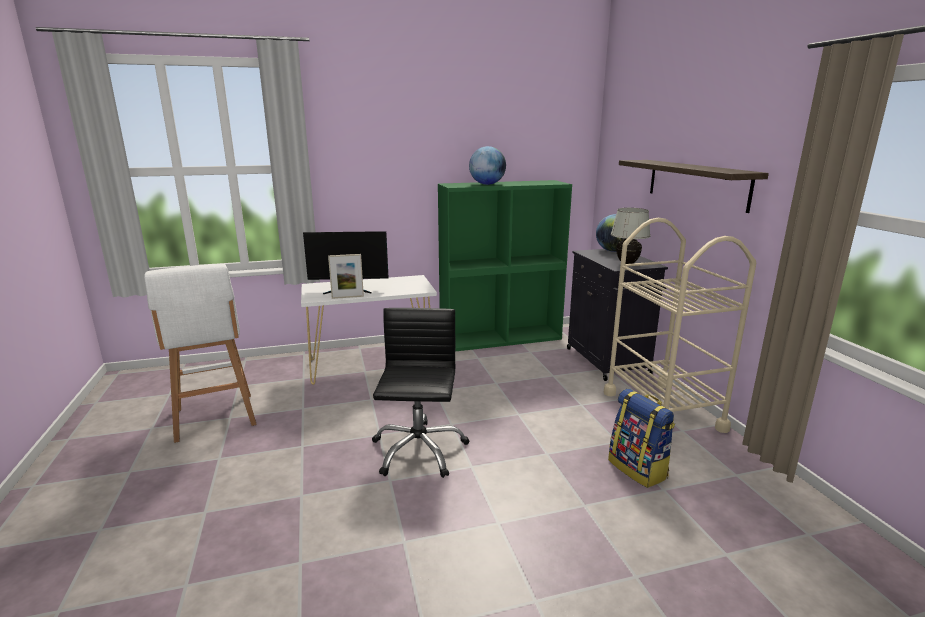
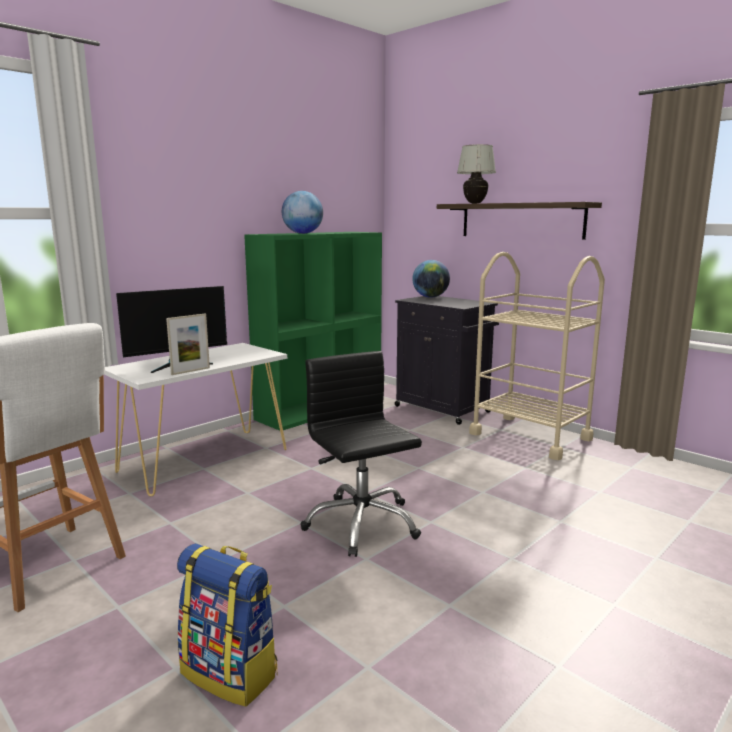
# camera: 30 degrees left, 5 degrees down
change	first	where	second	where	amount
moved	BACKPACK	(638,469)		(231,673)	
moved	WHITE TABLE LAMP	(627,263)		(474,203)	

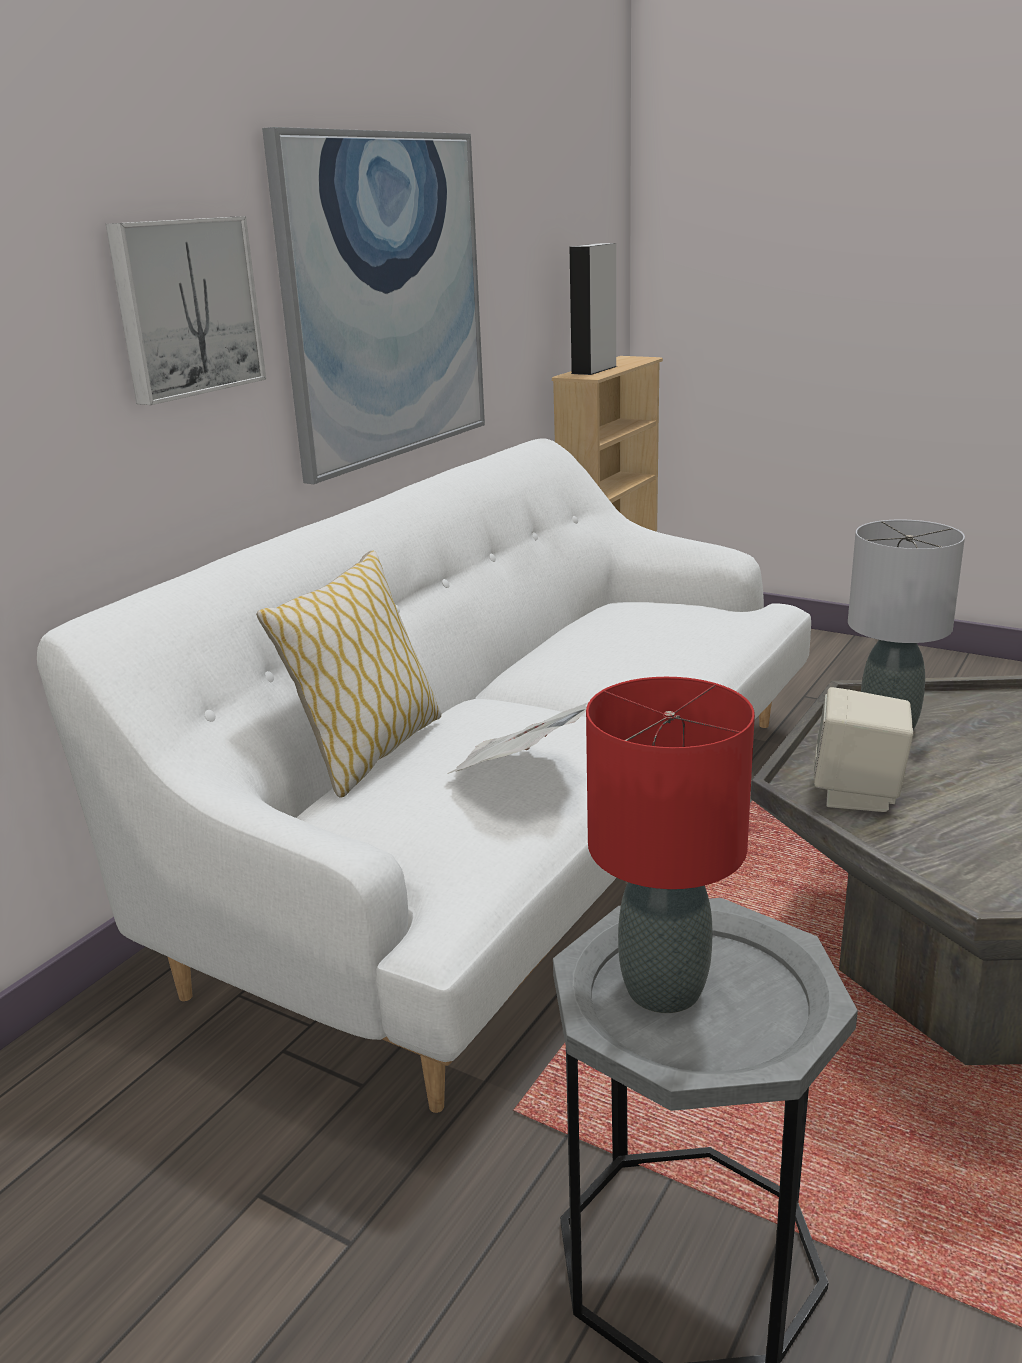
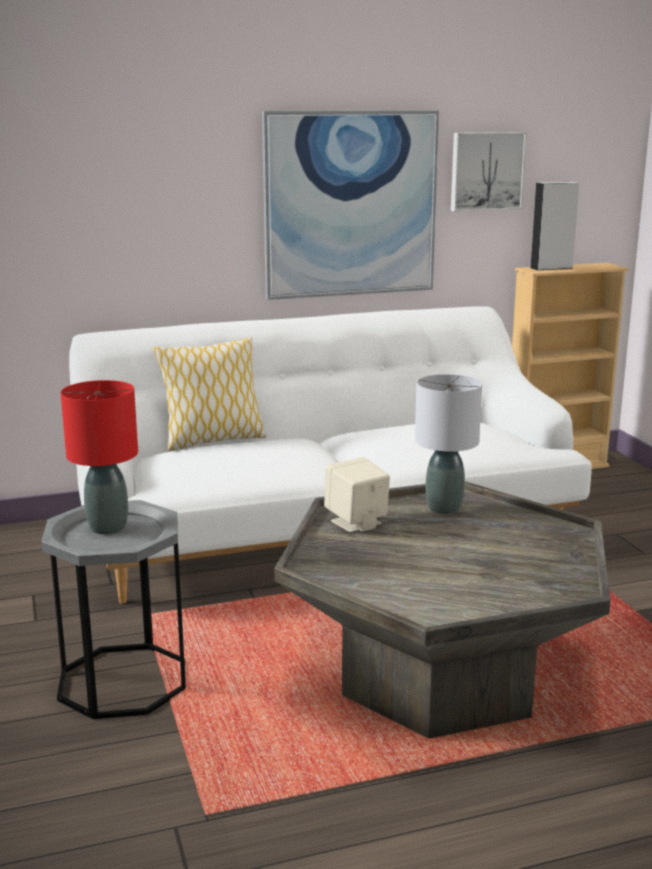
# camera: 40 degrees right, 5 degrees down
change	first	where	second	where	amount
removed	NEWSPAPER	(519,773)			
moved	PICTURE	(185,307)		(486,171)	

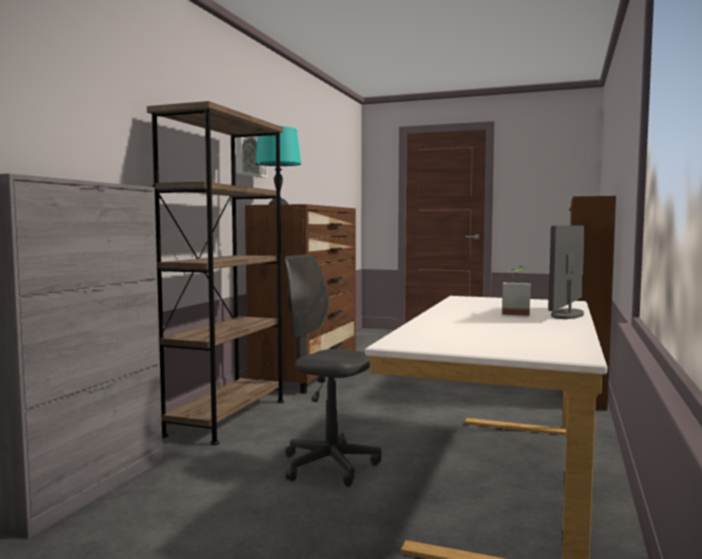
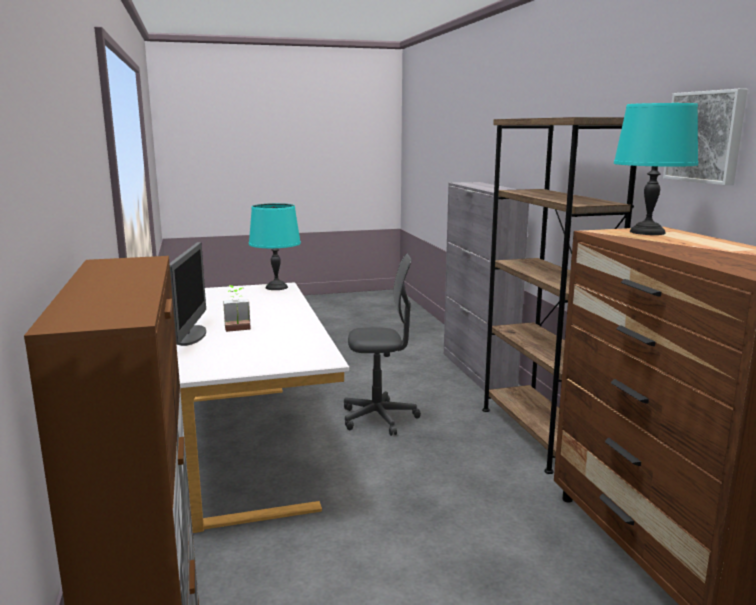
# camera: 145 degrees right, 10 degrees up
change	first	where	second	where	amount
added			TURQUOISE TABLE LAMP	(276,287)	

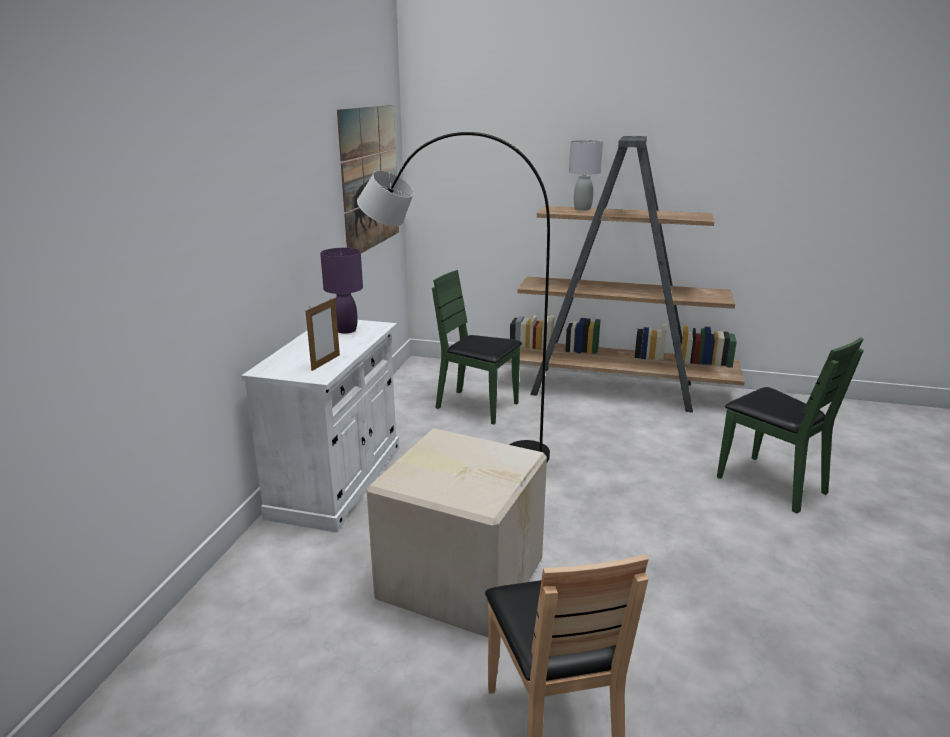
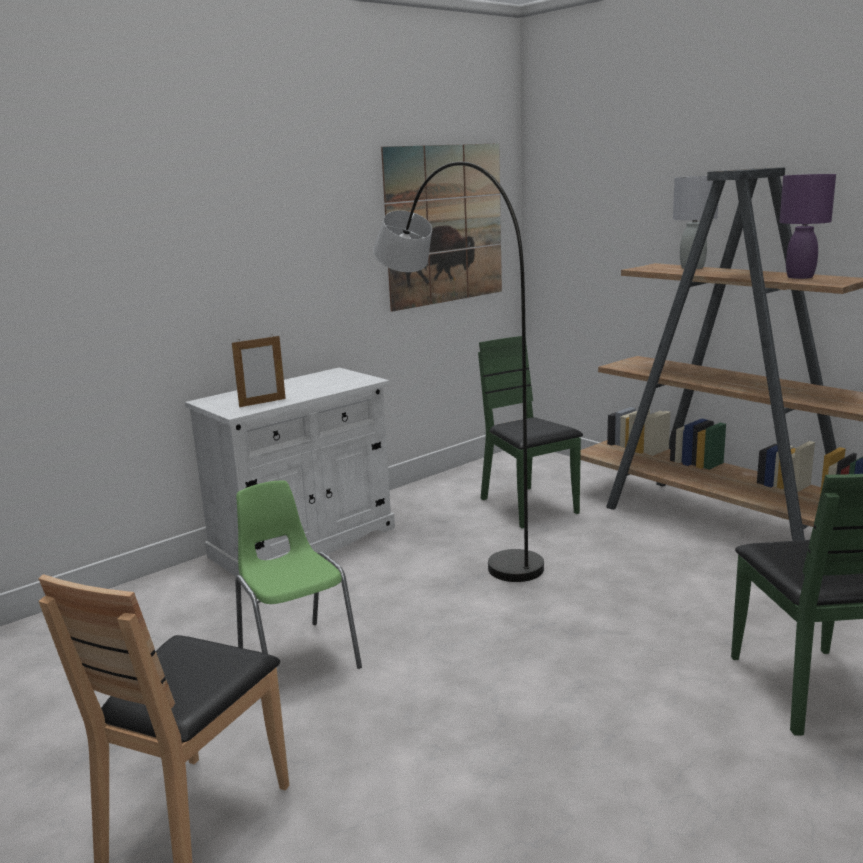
# camera: 35 degrees right, 5 degrees down
change	first	where	second	where	amount
moved	PURPLE TABLE LAMP	(346,330)		(800,277)	
replaced	CARDBOARD BOX	(460,577)	GREEN CHAIR	(297,657)	

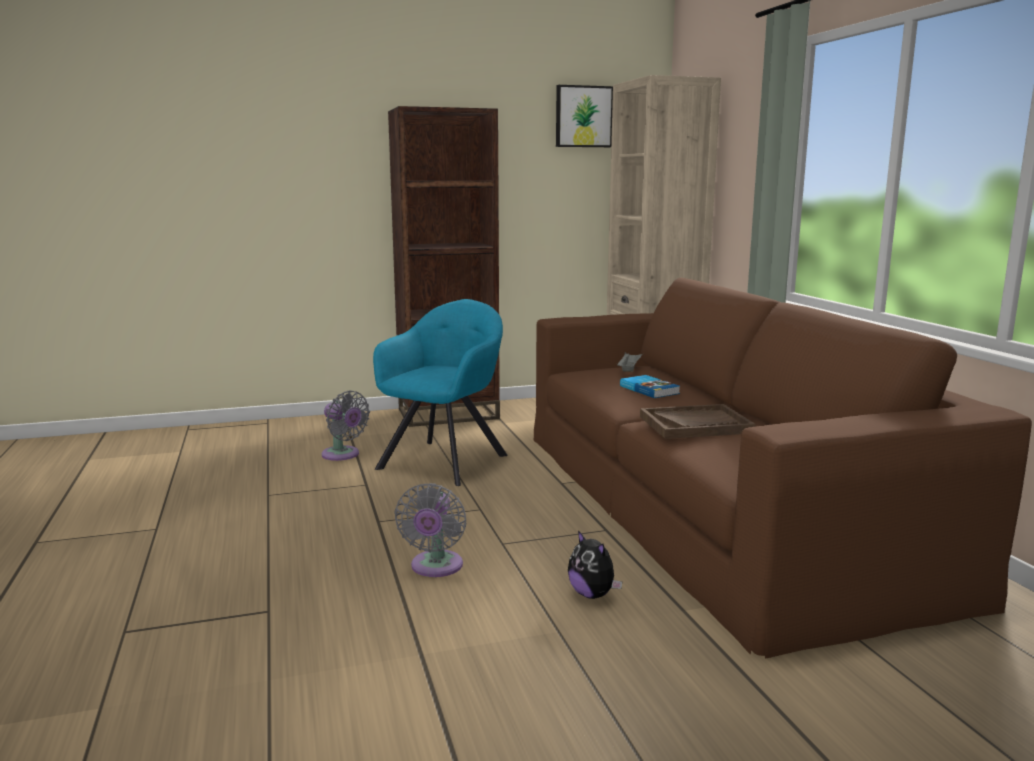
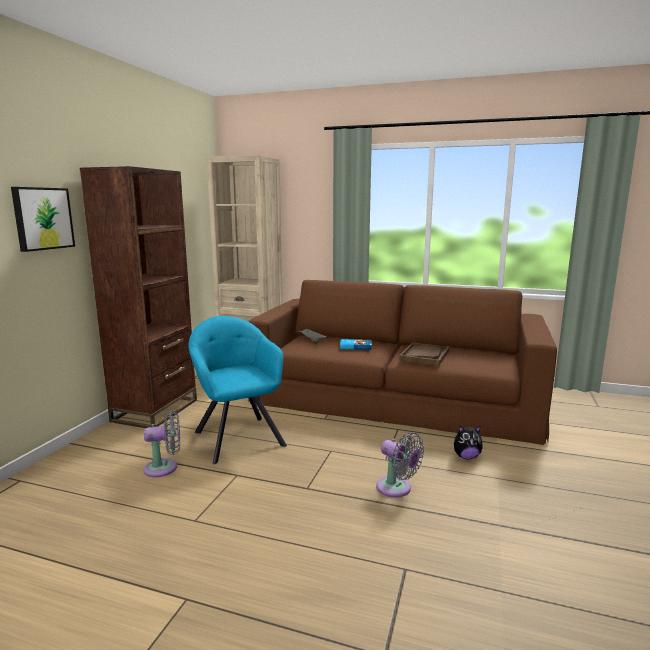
# camera: 55 degrees left, 0 degrees up
change	first	where	second	where	amount
moved	PICTURE	(583,116)		(42,218)	

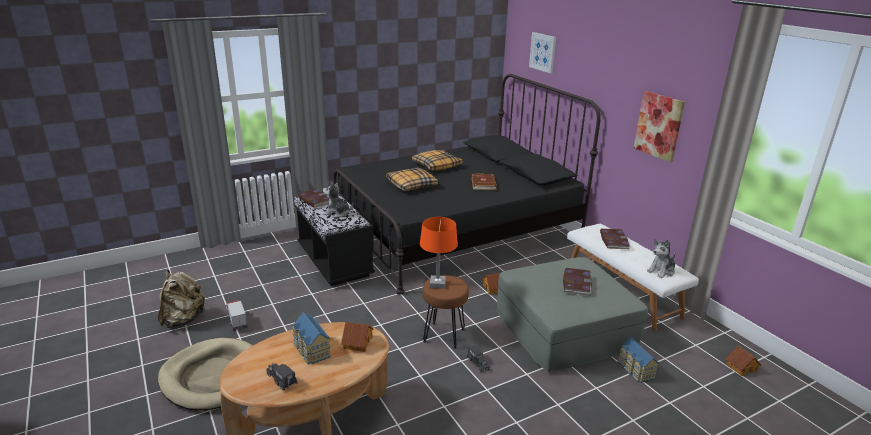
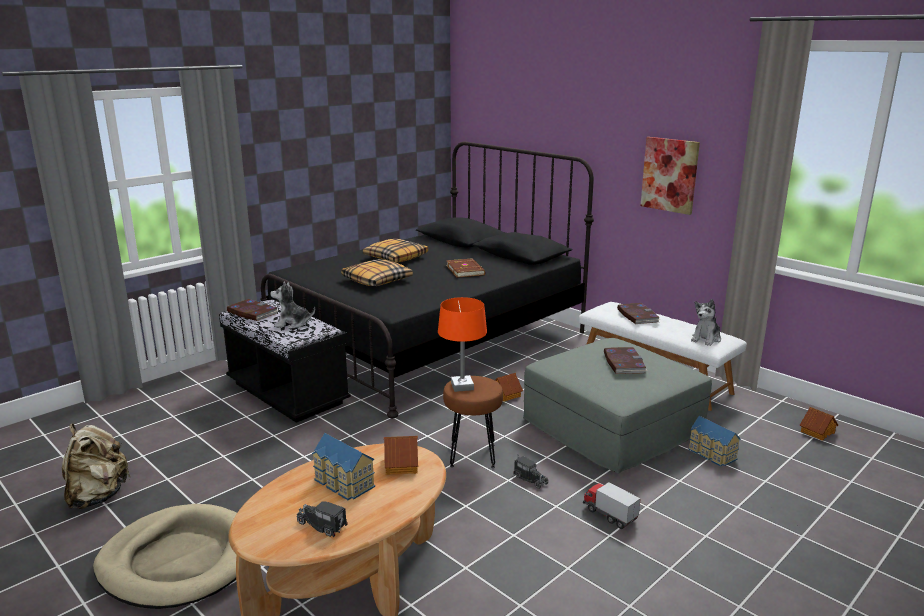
# camera: 15 degrees left, 5 degrees down
change	first	where	second	where	amount
removed	PICTURE	(543,52)			
moved	TOY TRUCK	(237,321)		(609,515)	

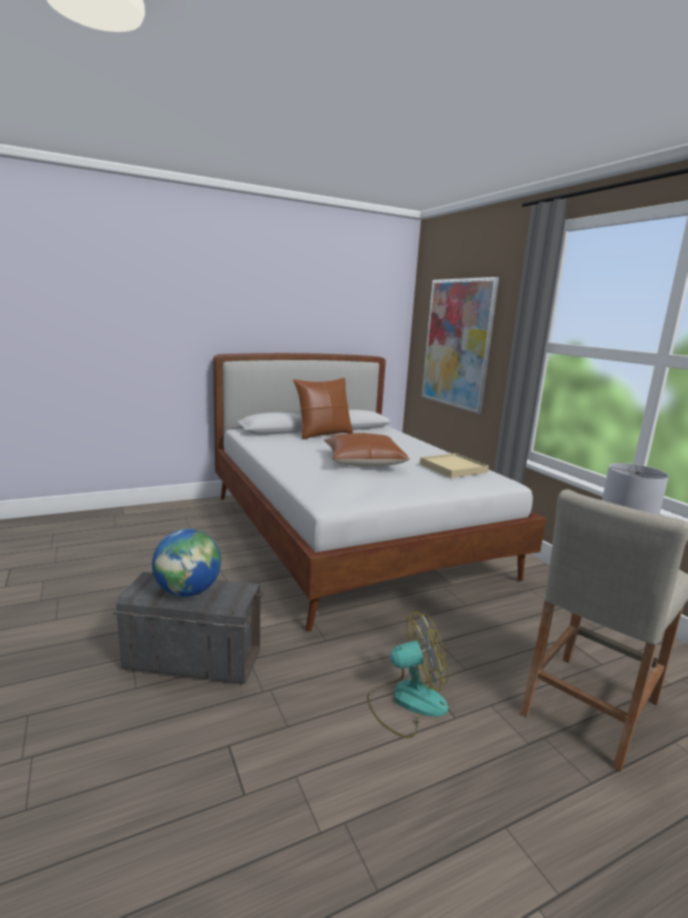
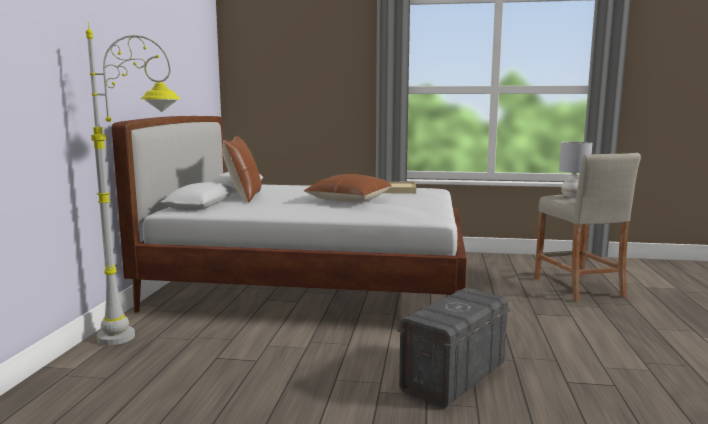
# camera: 55 degrees left, 5 degrees down
change	first	where	second	where	amount
removed	GLOBE	(188,591)			
removed	FAN	(406,701)			
removed	PICTURE	(457,343)			
added			GREY FLOOR LAMP	(147,336)	

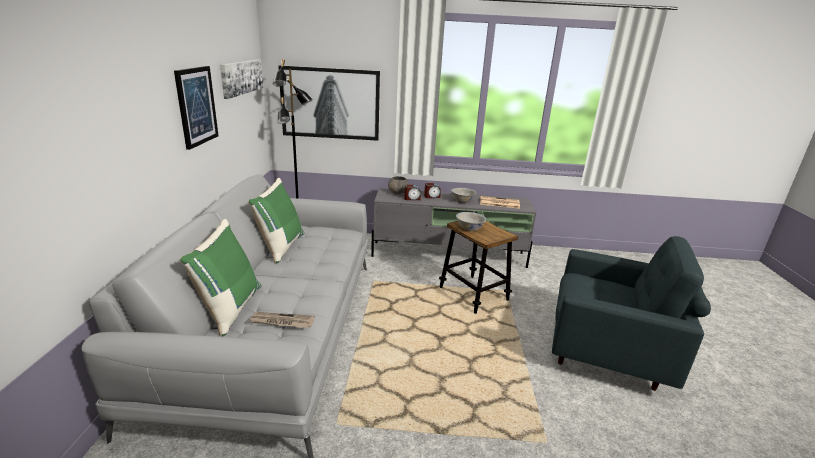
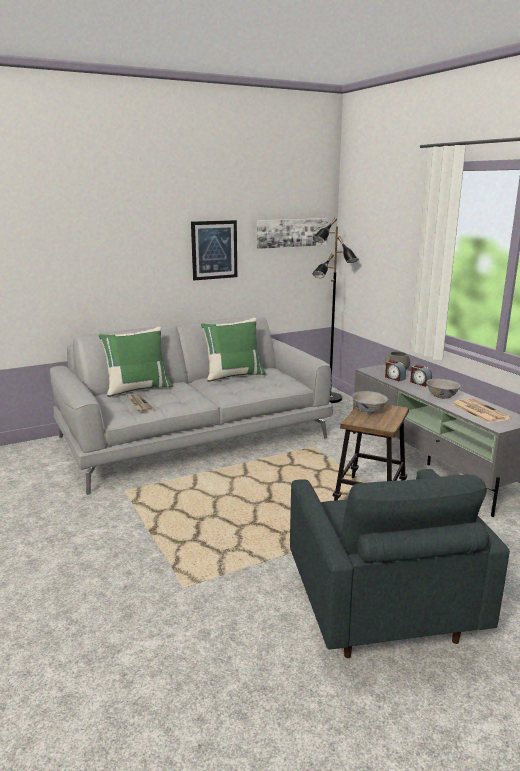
# camera: 60 degrees right, 5 degrees down
change	first	where	second	where	amount
removed	PICTURE	(330,103)			

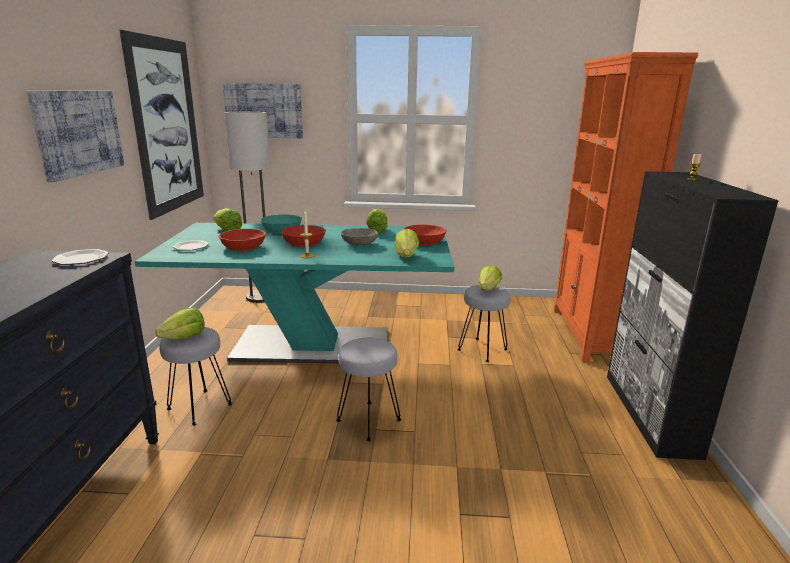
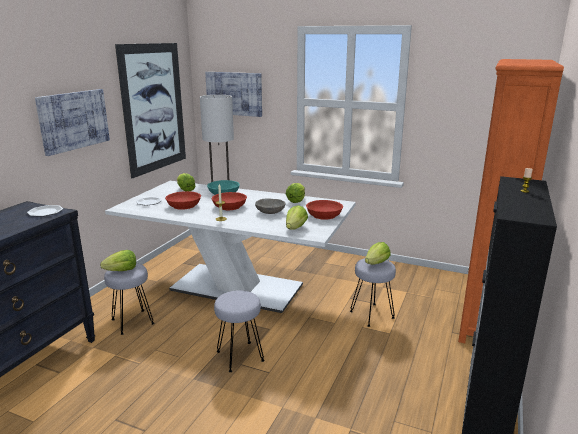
# camera: 20 degrees right, 0 degrees up
change	first	where	second	where	amount
recoloured	TURQUOISE DINING TABLE	(312,345)	WHITE DINING TABLE	(237,288)	

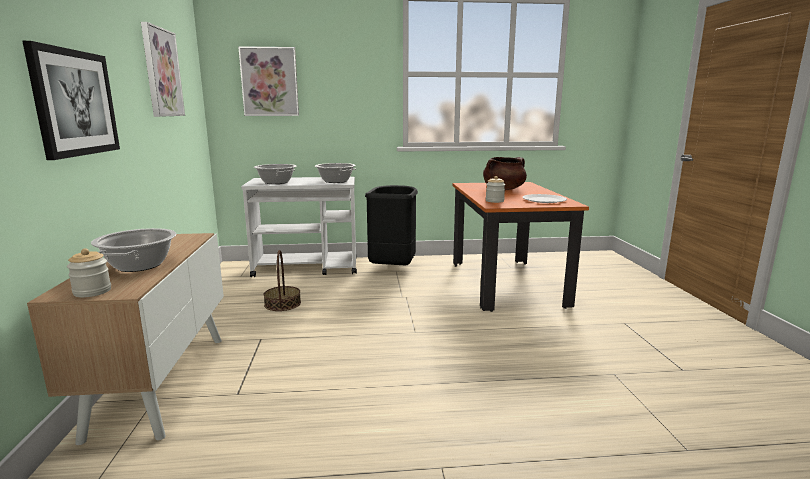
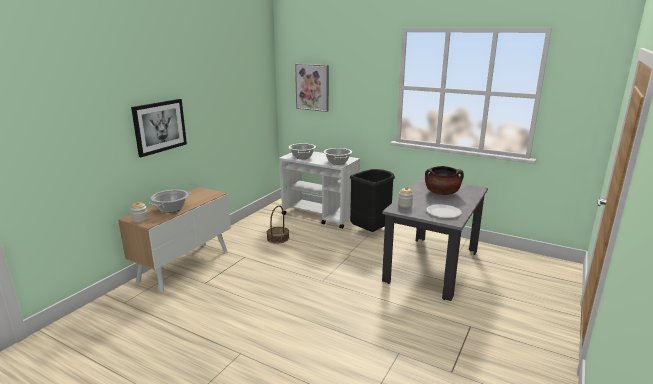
# camera: 35 degrees right, 5 degrees up
change	first	where	second	where	amount
removed	PICTURE	(162,73)			
recoloured	ORANGE DINING TABLE	(506,283)	GREY DINING TABLE	(432,266)	

